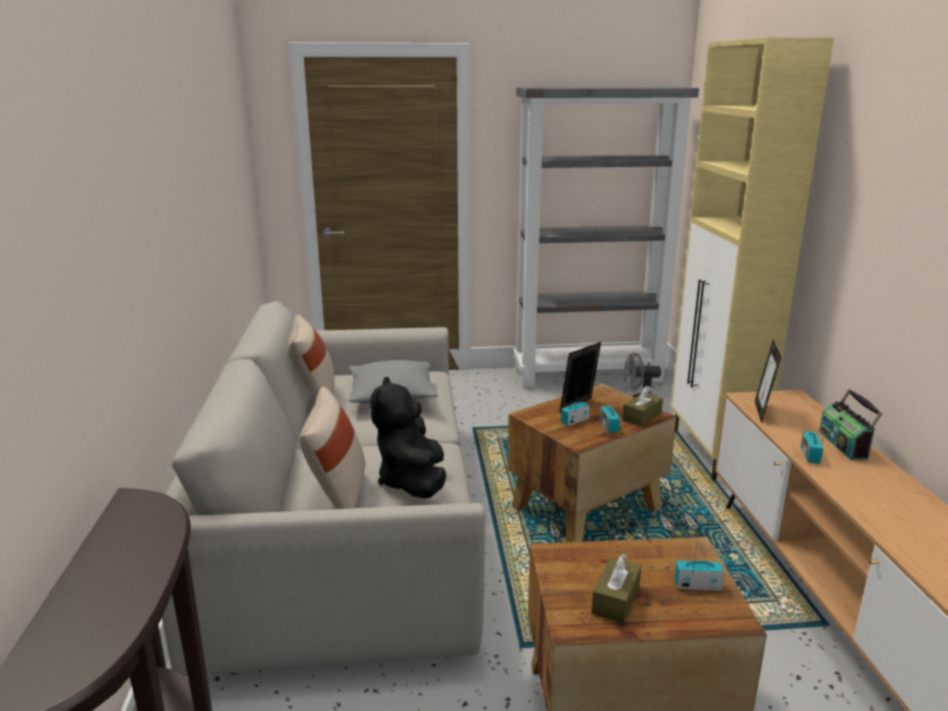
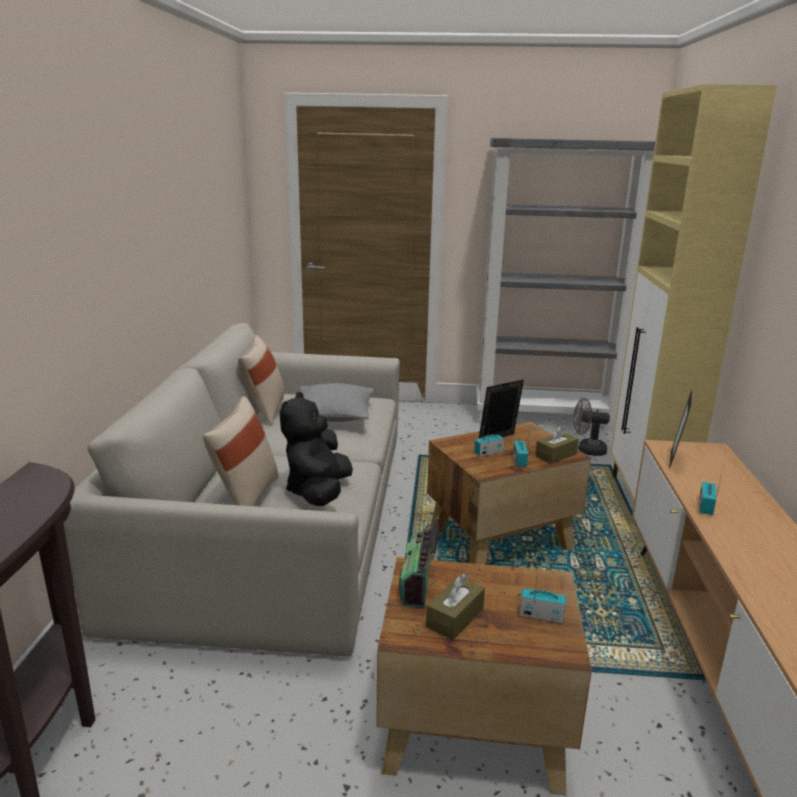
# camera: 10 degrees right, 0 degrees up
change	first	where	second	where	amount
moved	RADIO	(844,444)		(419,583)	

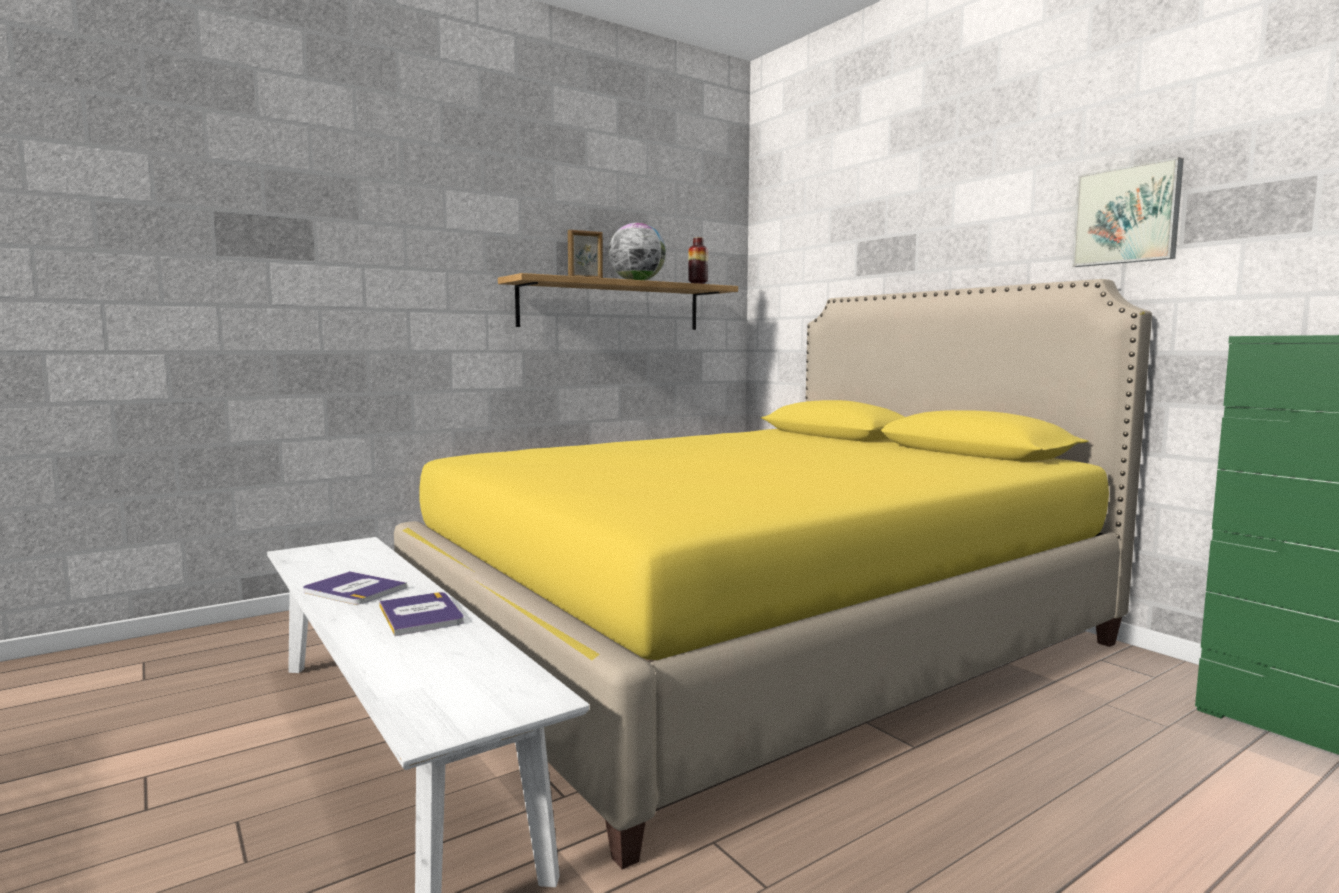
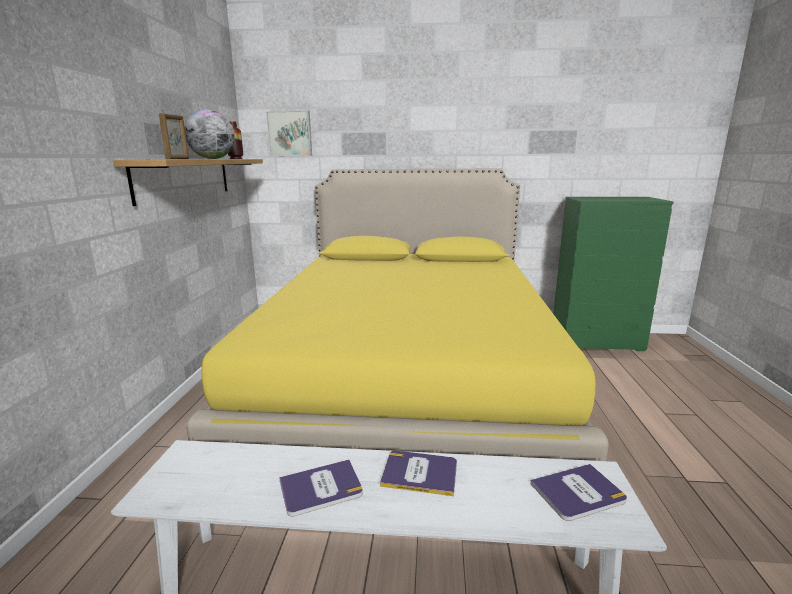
# camera: 50 degrees left, 10 degrees up
change	first	where	second	where	amount
added			BOOK	(578,492)	
moved	PICTURE	(1127,215)		(290,134)	

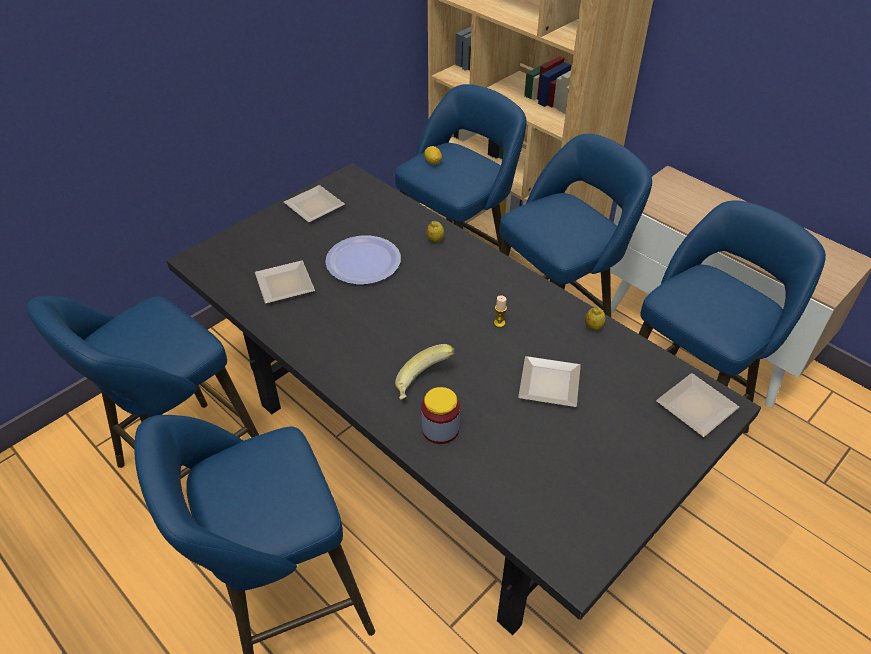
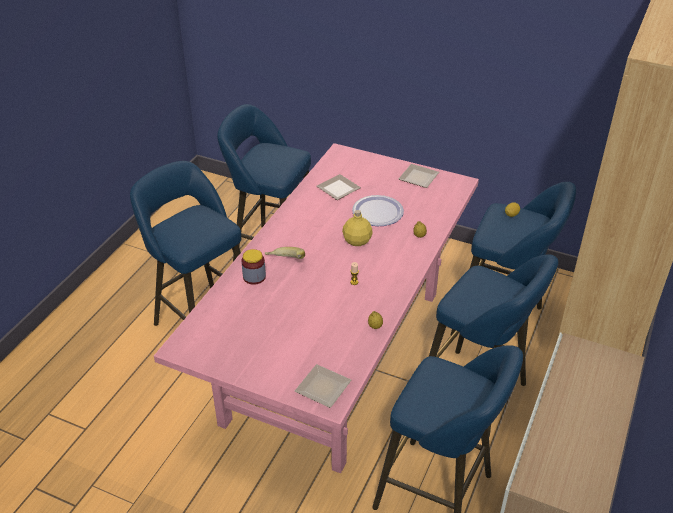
# camera: 70 degrees right, 5 degrees down
change	first	where	second	where	amount
removed	PLATE	(547,382)			
added			YELLOW BOTTLE	(357,241)	
recoloured	BLACK DINING TABLE	(433,451)	PINK DINING TABLE	(336,353)	

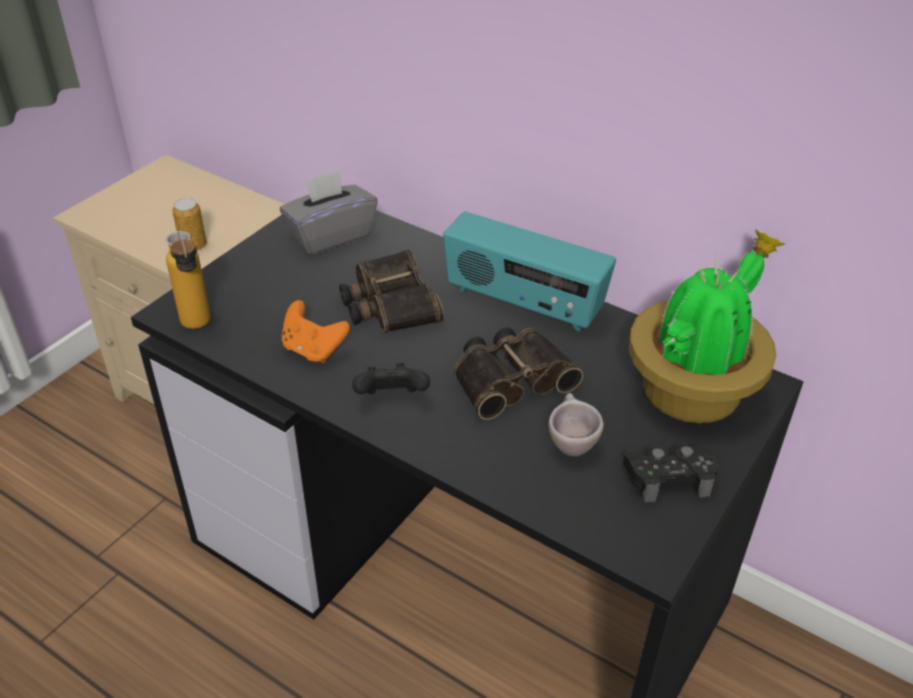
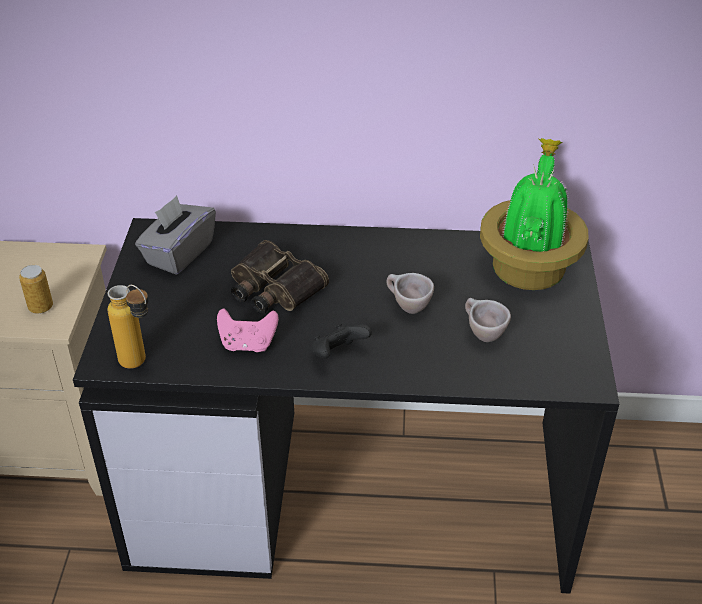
# camera: 30 degrees left, 0 degrees up
change	first	where	second	where	amount
removed	RADIO	(523,304)			
removed	BLACK GAME CONTROLLER	(669,478)			
replaced	BINOCULARS	(510,378)	BEIGE CUP	(407,307)	
recoloured	ORANGE GAME CONTROLLER	(313,350)	PINK GAME CONTROLLER	(248,344)	

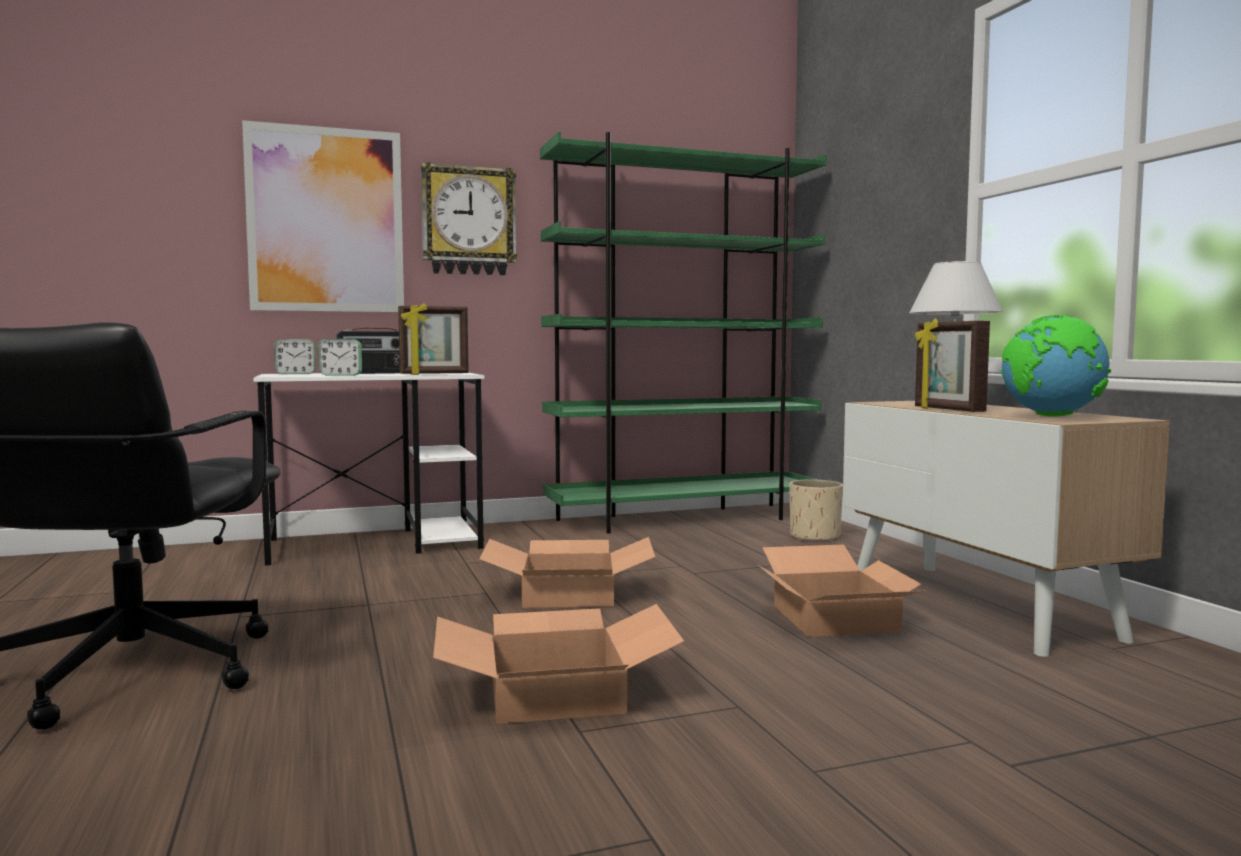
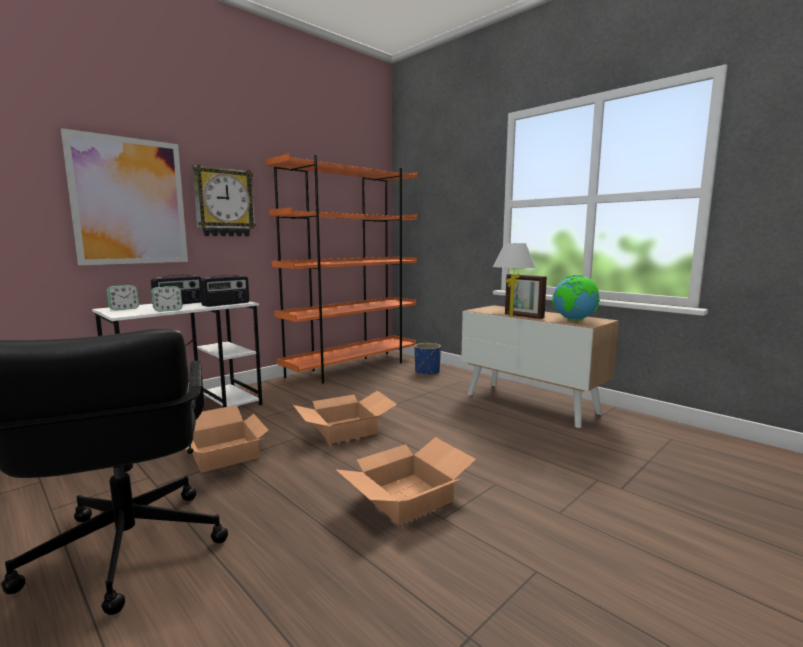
# camera: 25 degrees left, 5 degrees up
change	first	where	second	where	amount
moved	CARDBOARD BOX	(837,618)		(225,454)	
replaced	PICTURE FRAME	(434,374)	RADIO	(226,304)	
recoloured	GREEN BOOKCASE	(683,519)	ORANGE BOOKCASE	(352,368)	
recoloured	BEIGE PLANTER	(815,537)	BLUE PLANTER	(427,372)	

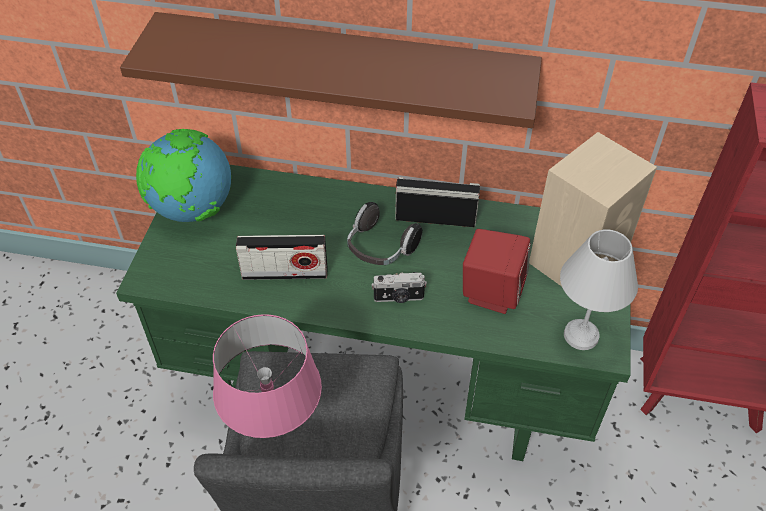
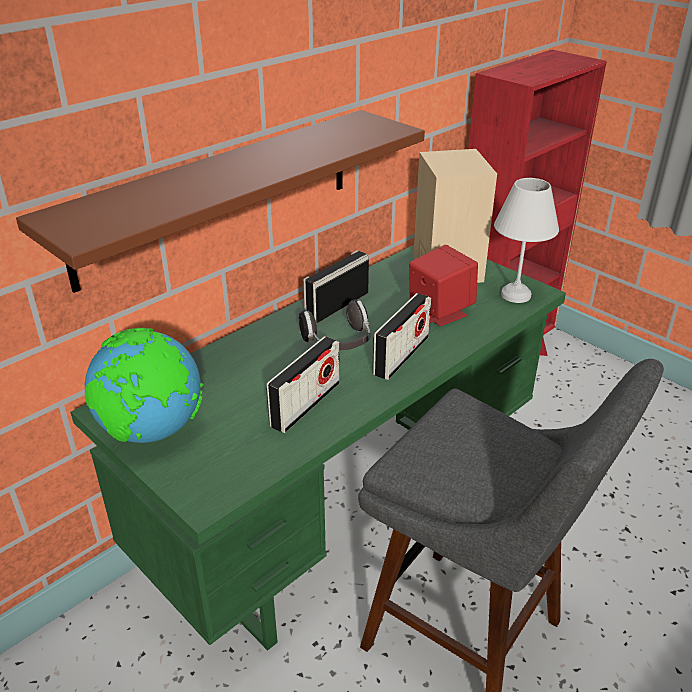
# camera: 55 degrees left, 15 degrees down
change	first	where	second	where	amount
removed	PINK TABLE LAMP	(277,435)			
replaced	PHOTO CAMERA	(399,298)	RADIO	(401,355)	

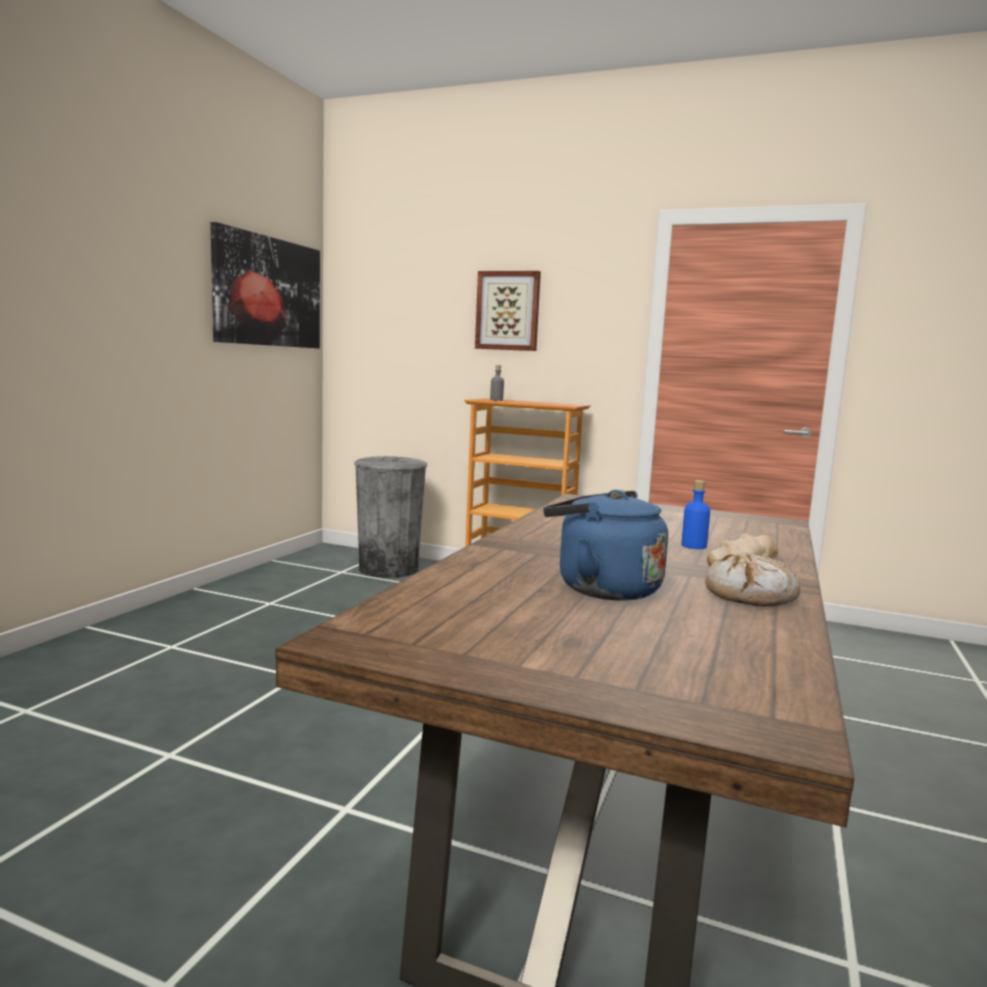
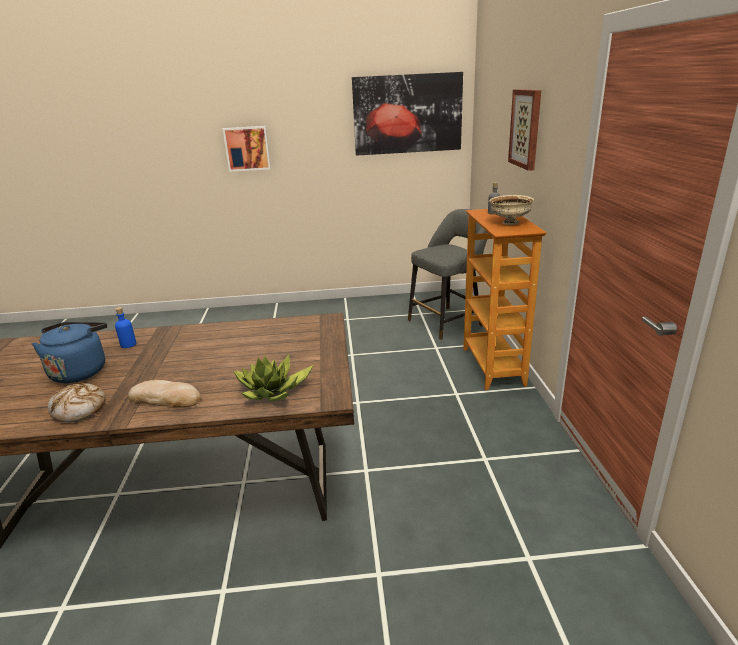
# camera: 65 degrees right, 15 degrees up
change	first	where	second	where	amount
added			PICTURE	(247,148)	
added			POTTED PLANT	(273,392)	
added			BEIGE BOWL	(509,223)	
moved	BLUE BOTTLE	(693,546)		(128,344)	
replaced	GREY TRASH CAN	(389,569)	GREY STOOL	(448,322)	

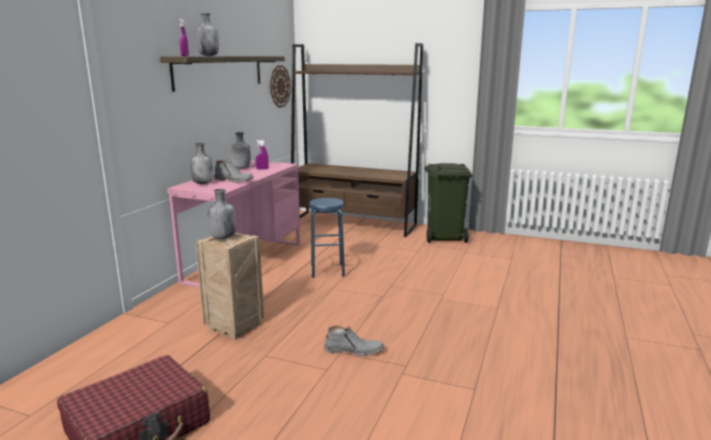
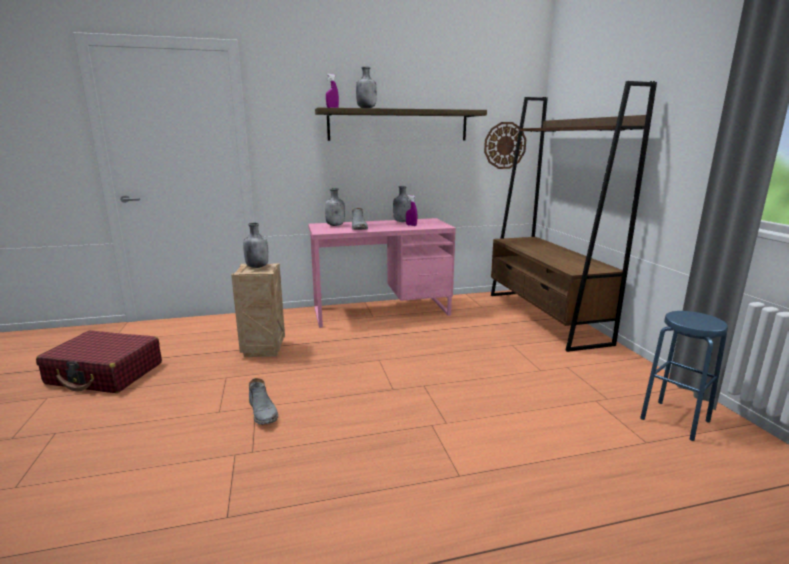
# camera: 55 degrees right, 0 degrees up
change	first	where	second	where	amount
removed	GREEN TRASH CAN	(445,237)			
moved	BLUE STOOL	(327,271)		(674,420)	

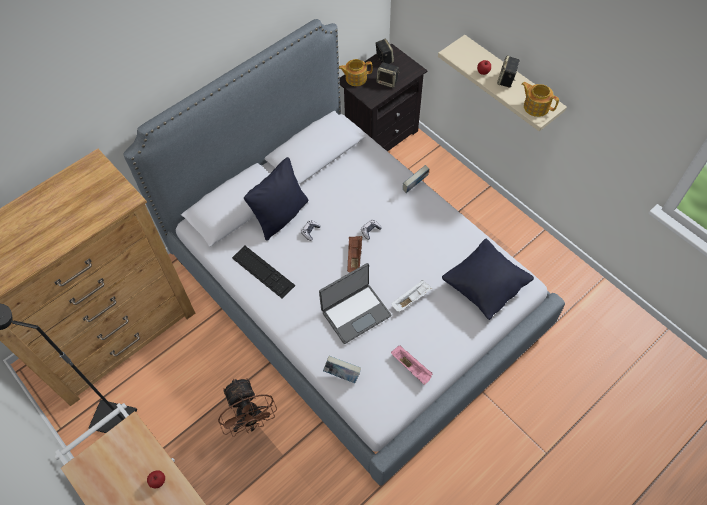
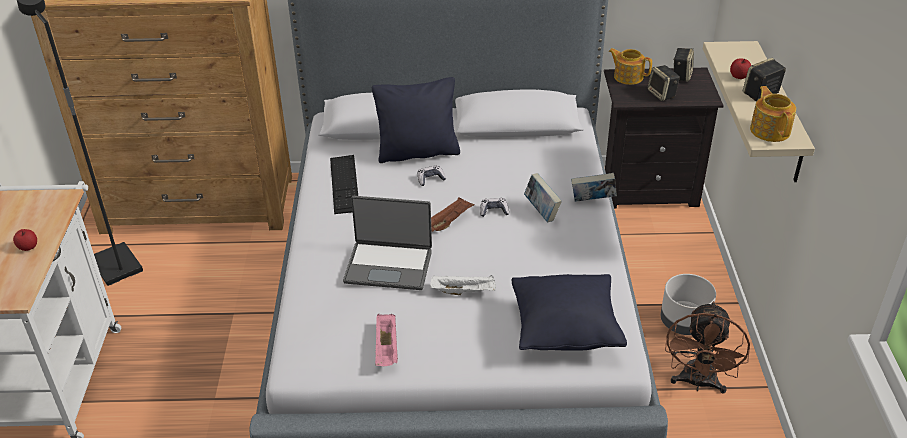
# camera: 40 degrees right, 20 degrees down
change	first	where	second	where	amount
added			GREY PLANTER	(684,323)	
moved	BROWN FAN	(250,420)		(698,383)	
moved	BOOK	(342,374)		(541,211)	

